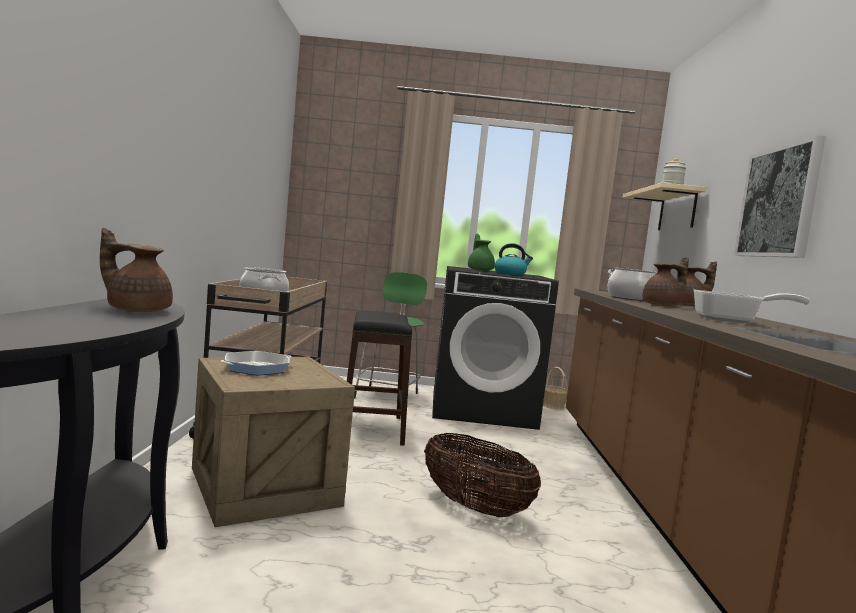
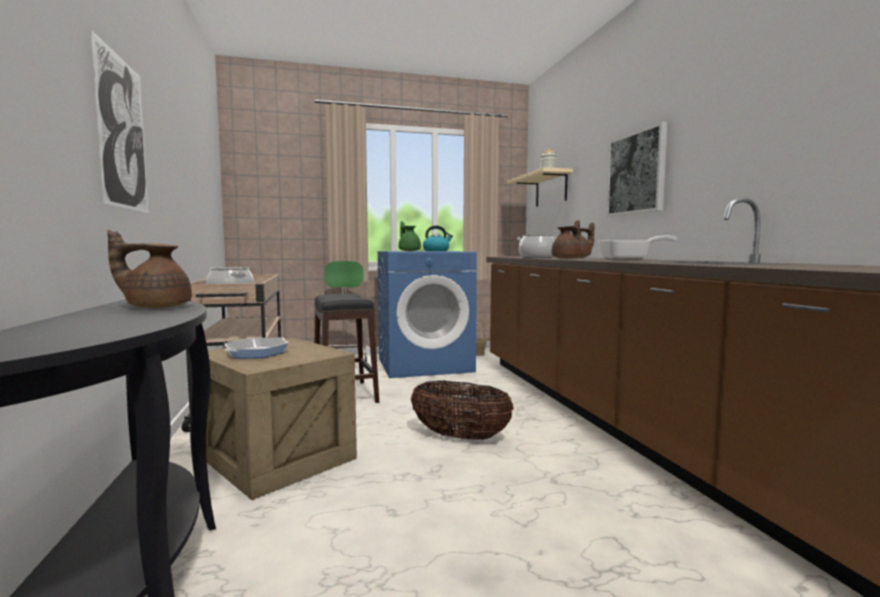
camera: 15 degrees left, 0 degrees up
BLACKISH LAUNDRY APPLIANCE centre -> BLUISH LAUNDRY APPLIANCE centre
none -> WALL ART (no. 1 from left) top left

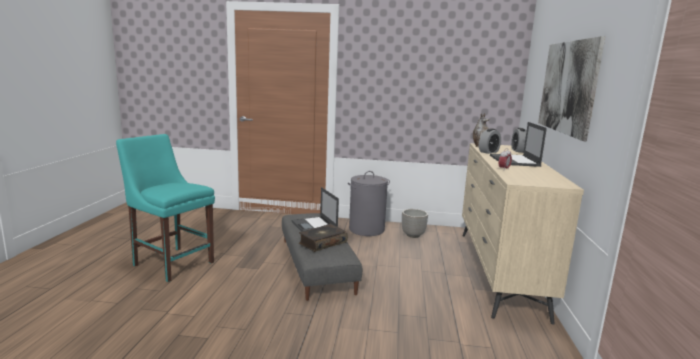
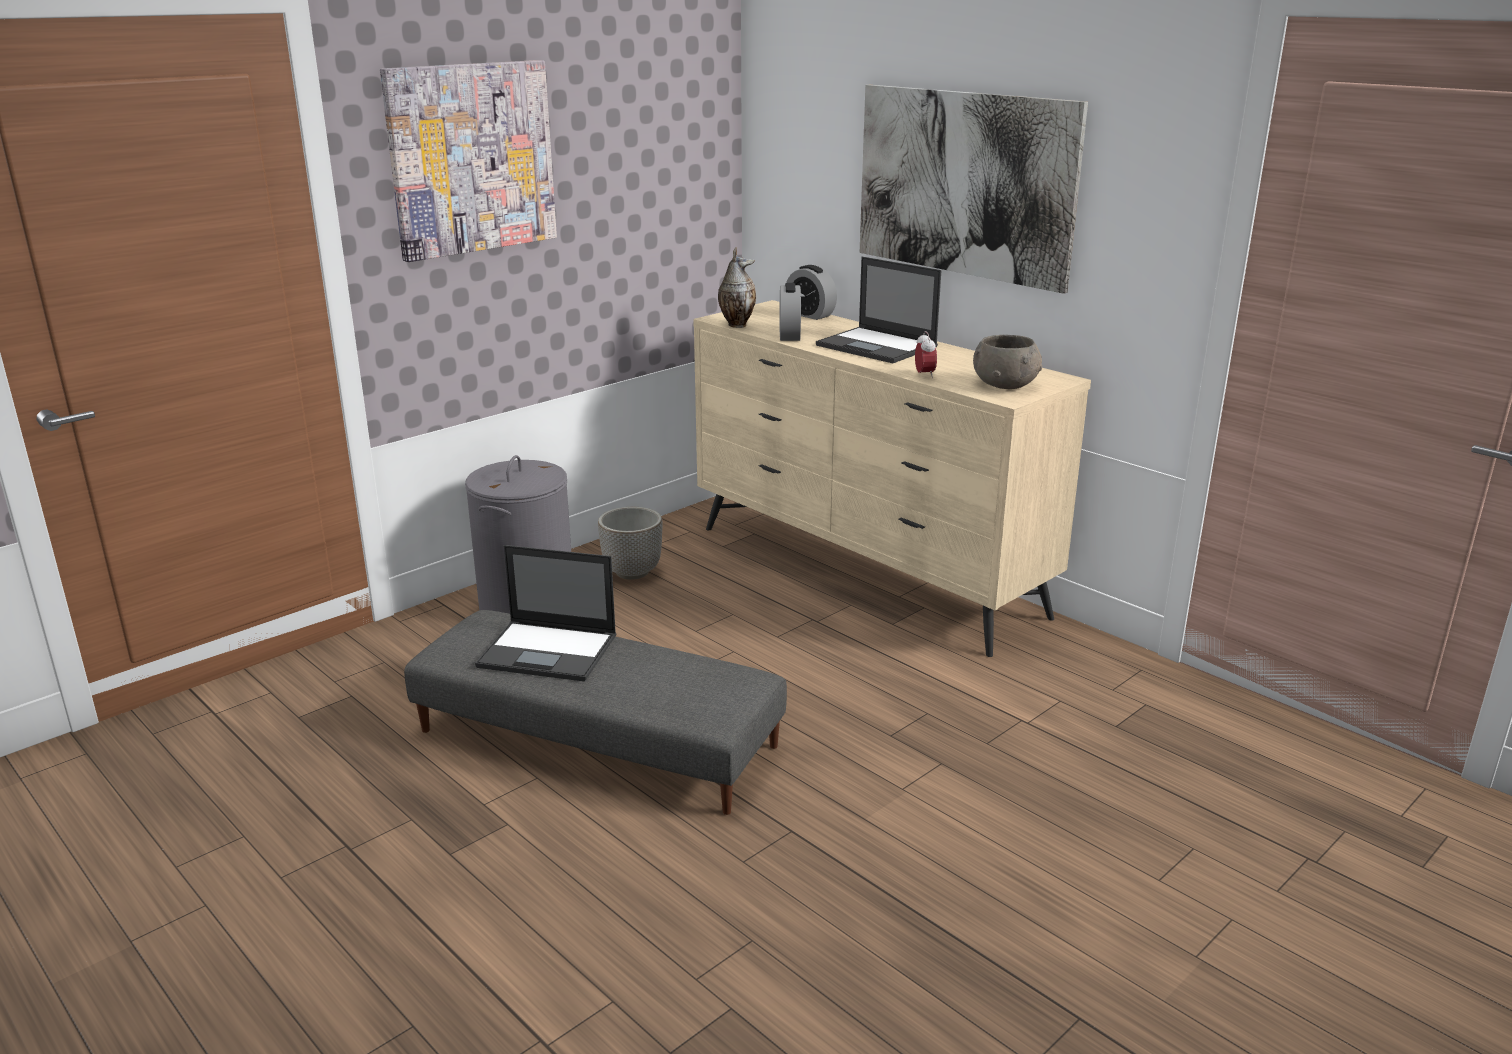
camera: 50 degrees left, 10 degrees up
BLUE-GREEN UPRIGHT CHAIR middle left -> none
BOOK centre -> none
none -> WALL ART (no. 1 from left) top left
none -> GRAY BOWL centre

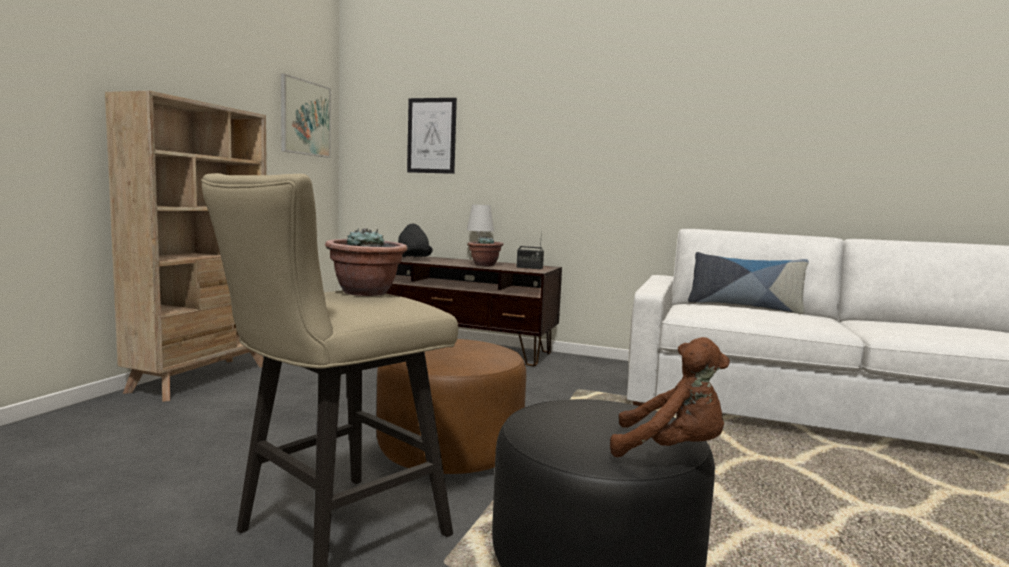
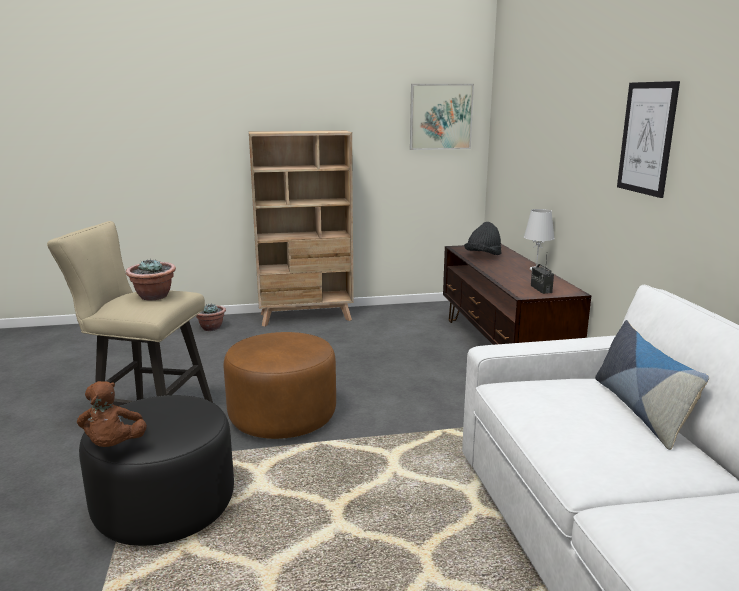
camera: 60 degrees right, 10 degrees up
WALL ART (no. 2 from left) top centre -> WALL ART (no. 2 from left) top right, shifted
HOUSEPLANT (no. 2 from left) centre -> HOUSEPLANT (no. 2 from left) middle left, shifted

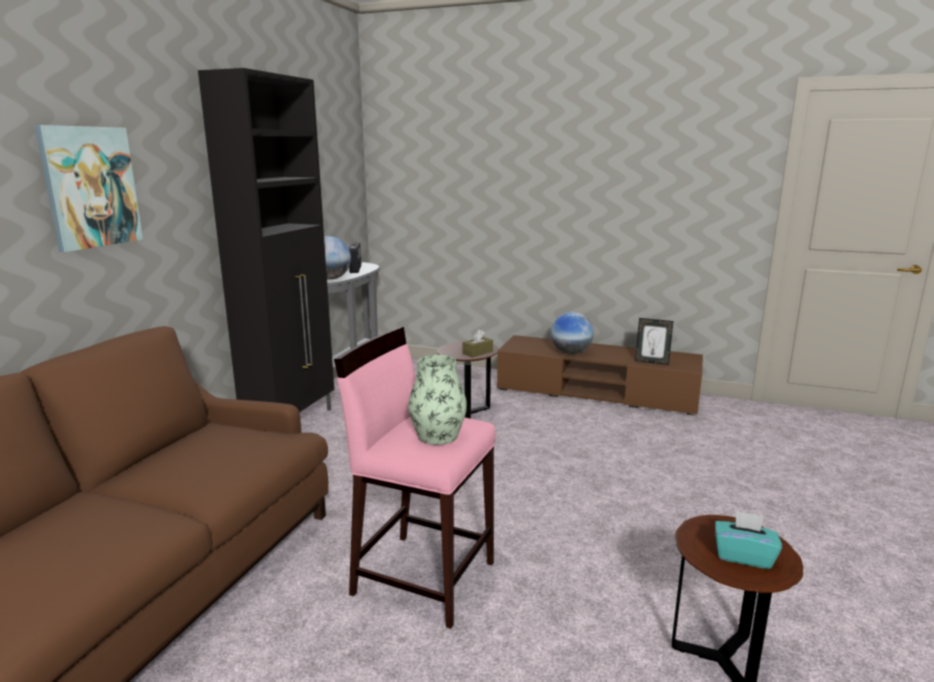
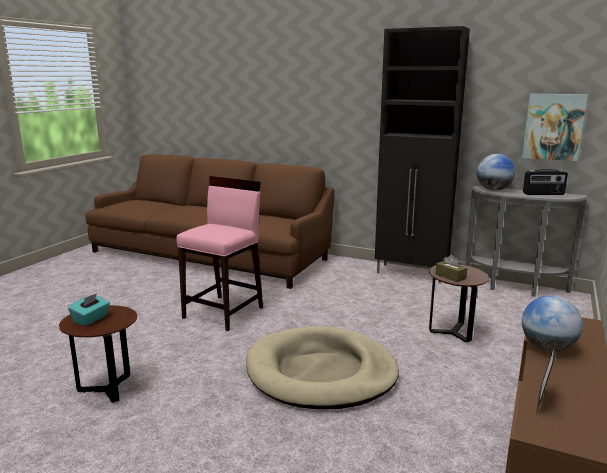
camera: 95 degrees right, 0 degrees up
WALL ART top left -> WALL ART top right, shifted
VASE centre -> none
none -> BEIGE DOG BED bottom centre

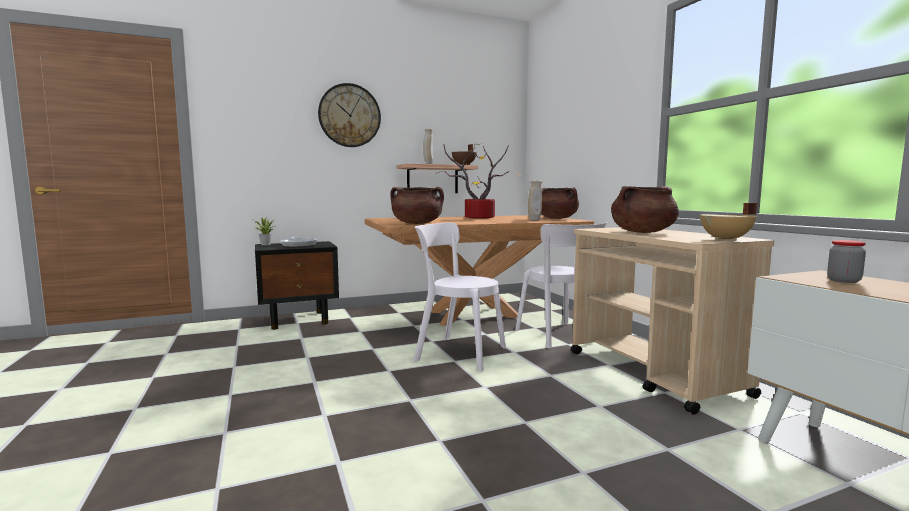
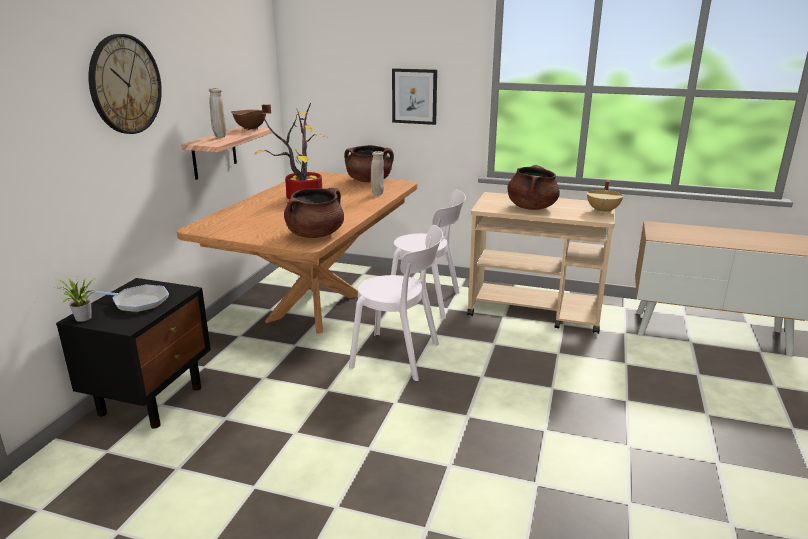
camera: 50 degrees left, 15 degrees up
WHITE-COLOURED UPRIGHT CHAIR (no. 1 from left) centre, 135 degrees counterclockwise
PRESERVE JAR middle right -> none
none -> WALL ART top centre

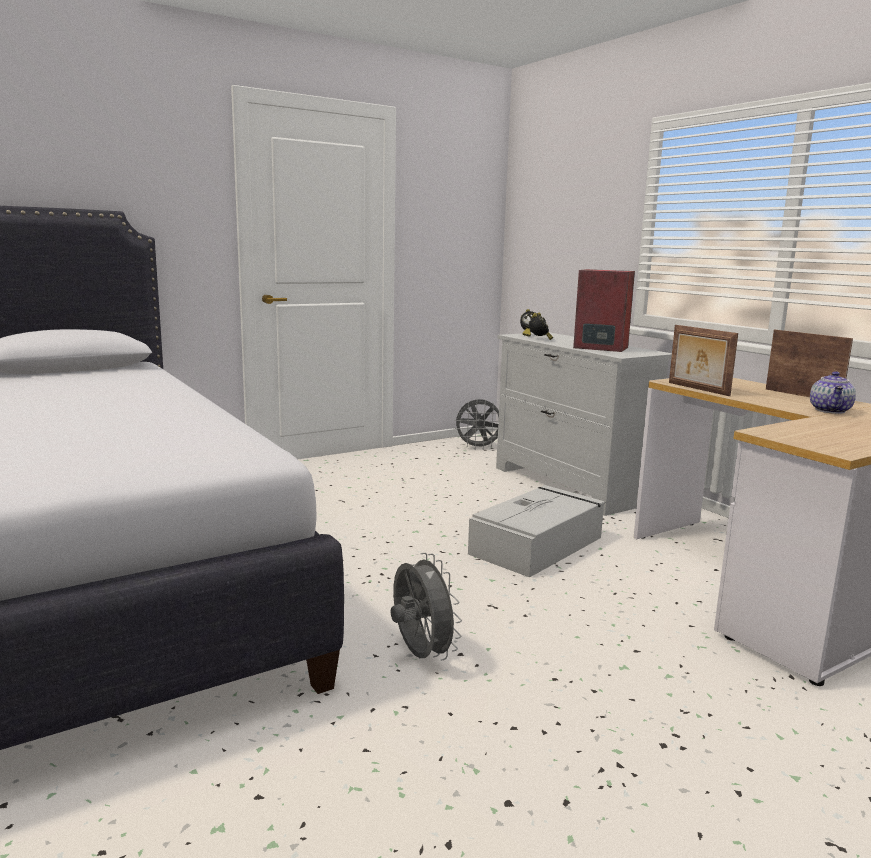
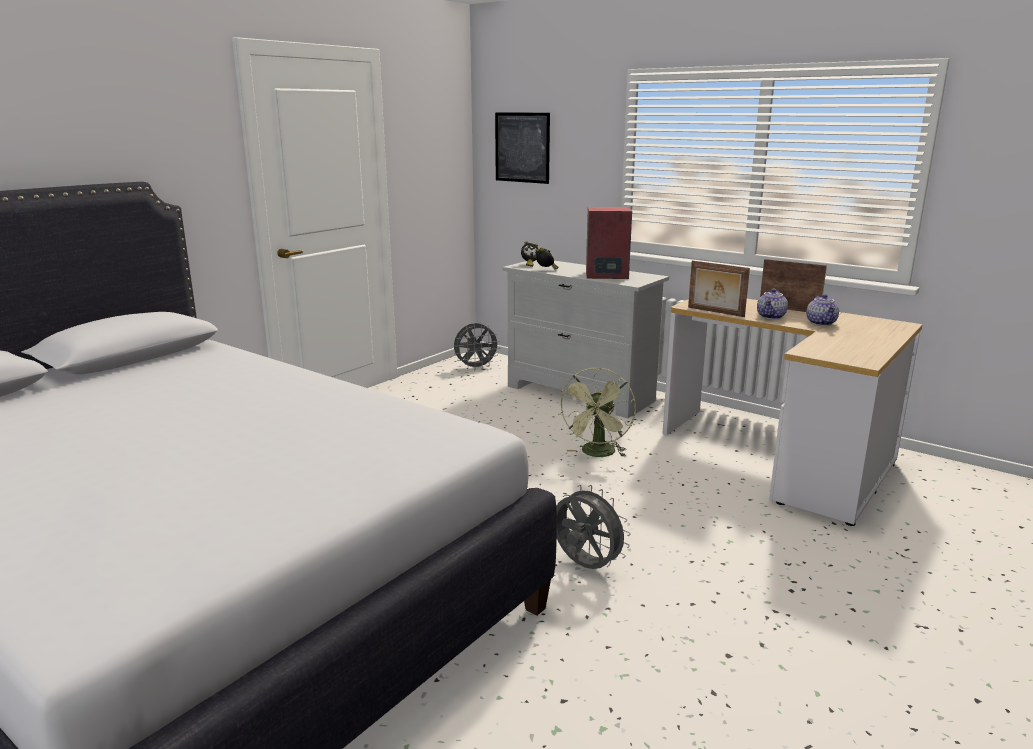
camera: 20 degrees left, 5 degrees up
GRAY STORAGE BOX centre -> GREEN-COLOURED ELECTRIC FAN centre
none -> WALL ART top centre
none -> TEA POT (no. 1 from left) middle right

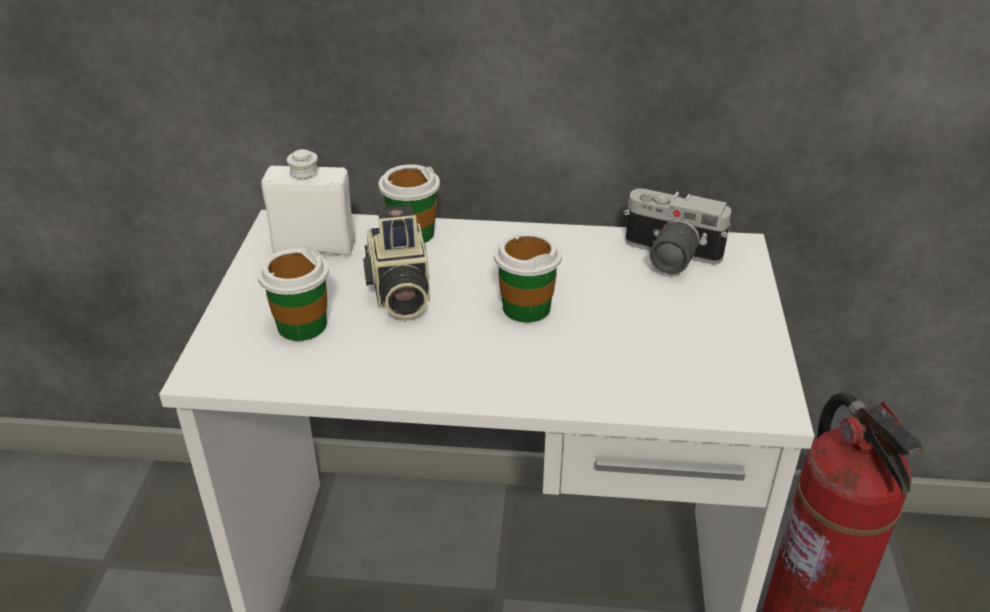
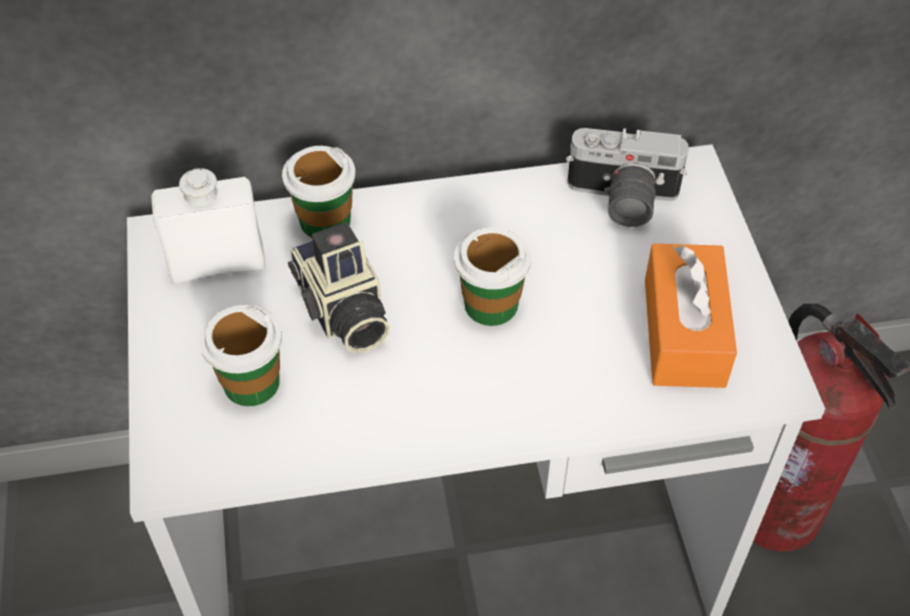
camera: 15 degrees left, 15 degrees up
none -> ORANGE-COLOURED BOX OF TISSUES middle right

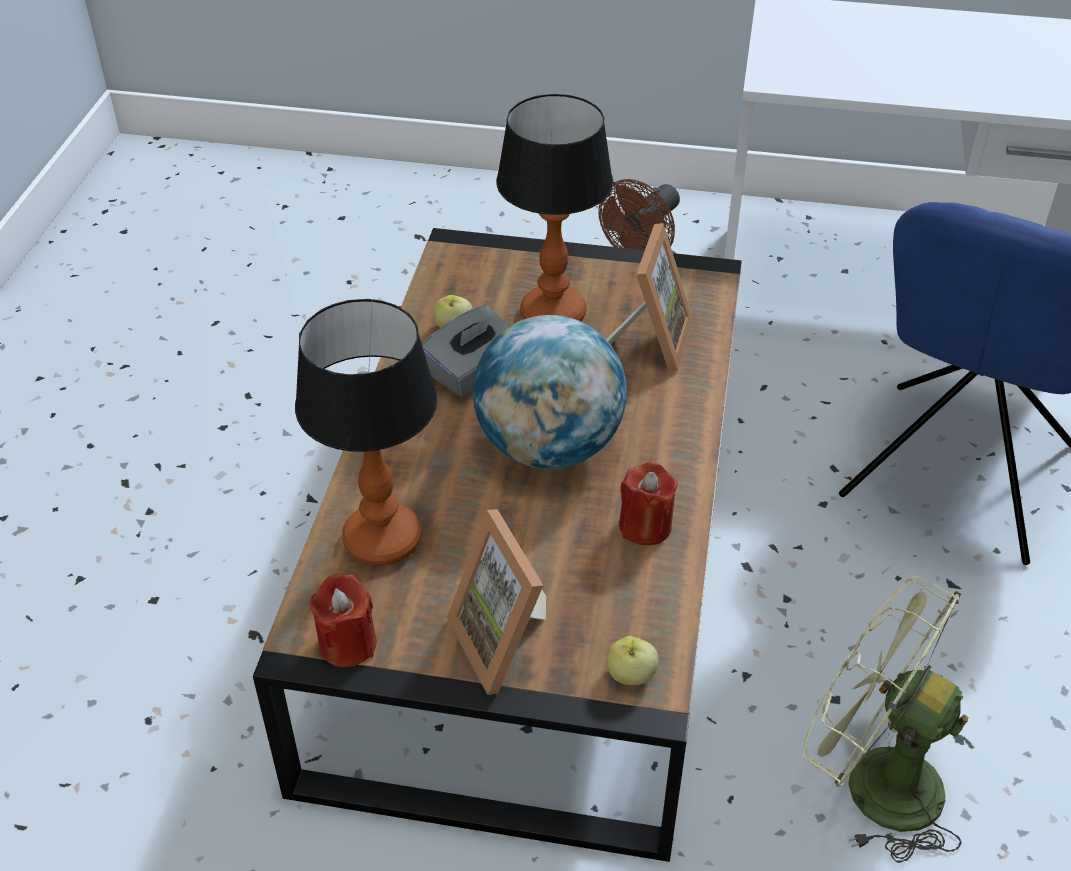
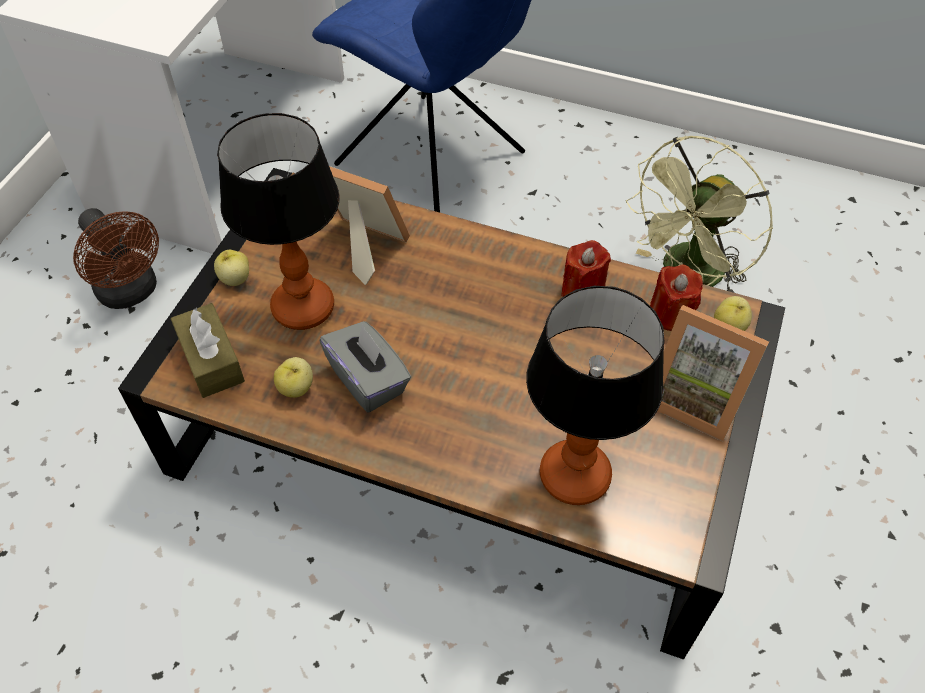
camera: 80 degrees left, 10 degrees up
RED-COLOURED WAX CANDLE (no. 1 from left in the first image) bottom left -> RED-COLOURED WAX CANDLE (no. 2 from left) middle right, shifted
STANDING FRAME (no. 1 from left in the first image) bottom centre -> STANDING FRAME (no. 2 from left) middle right, 45 degrees clockwise
WORLD GLOBE centre -> none
none -> BROWNISH BOX OF TISSUES middle left
none -> APPLE (no. 1 from left) middle left

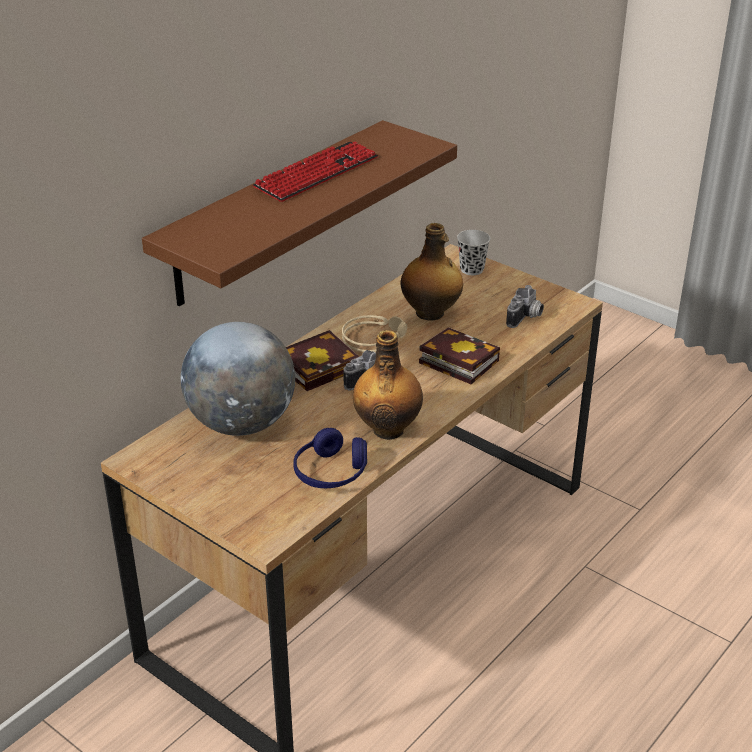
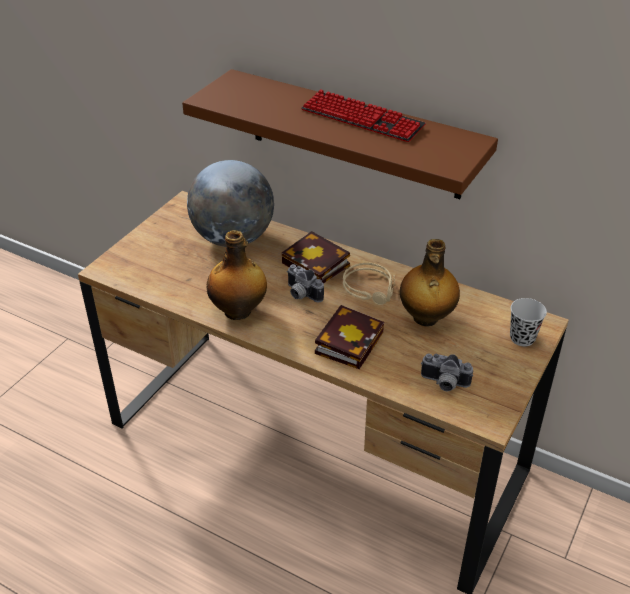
camera: 80 degrees right, 5 degrees up
BLUISH HEADSET centre -> none

